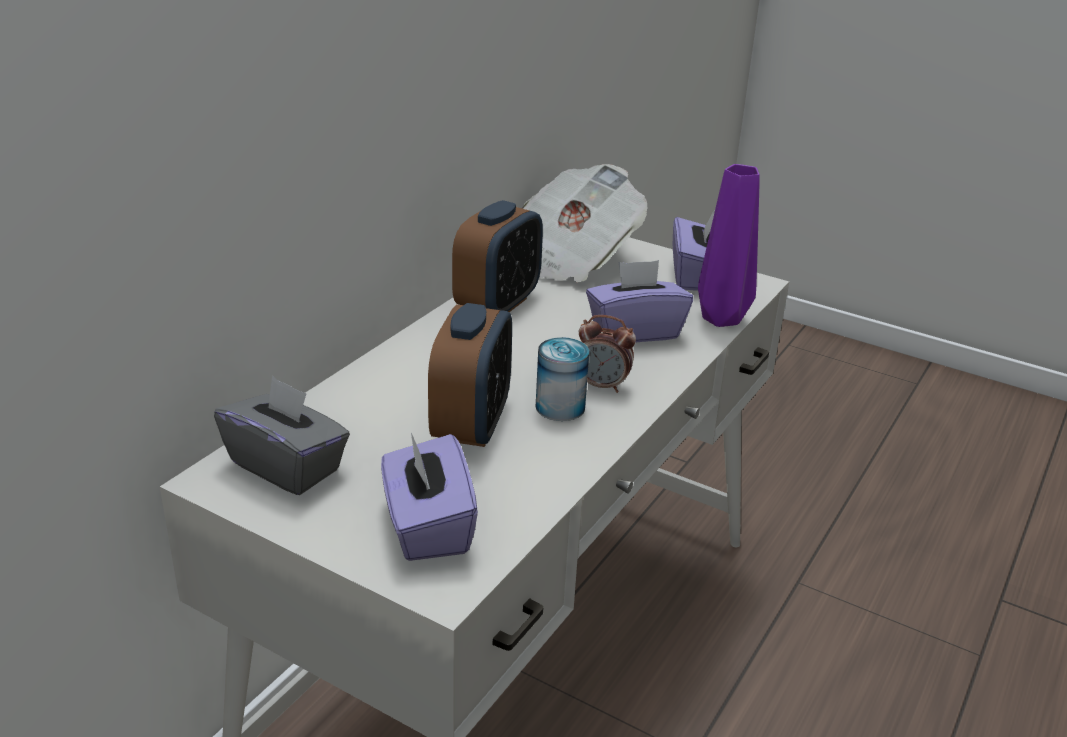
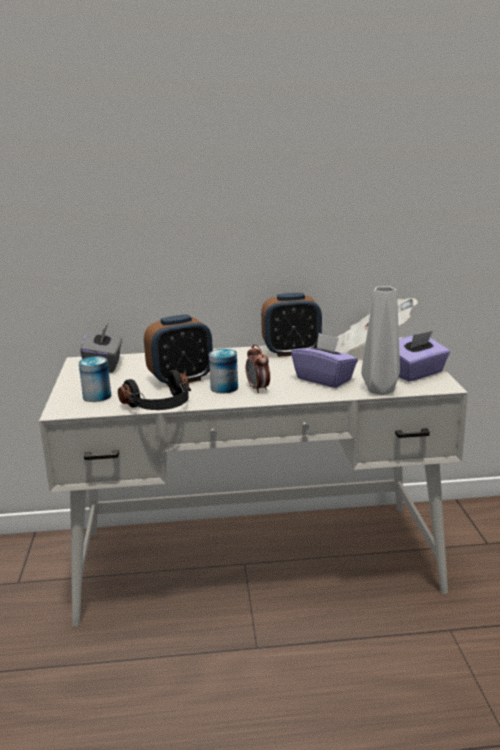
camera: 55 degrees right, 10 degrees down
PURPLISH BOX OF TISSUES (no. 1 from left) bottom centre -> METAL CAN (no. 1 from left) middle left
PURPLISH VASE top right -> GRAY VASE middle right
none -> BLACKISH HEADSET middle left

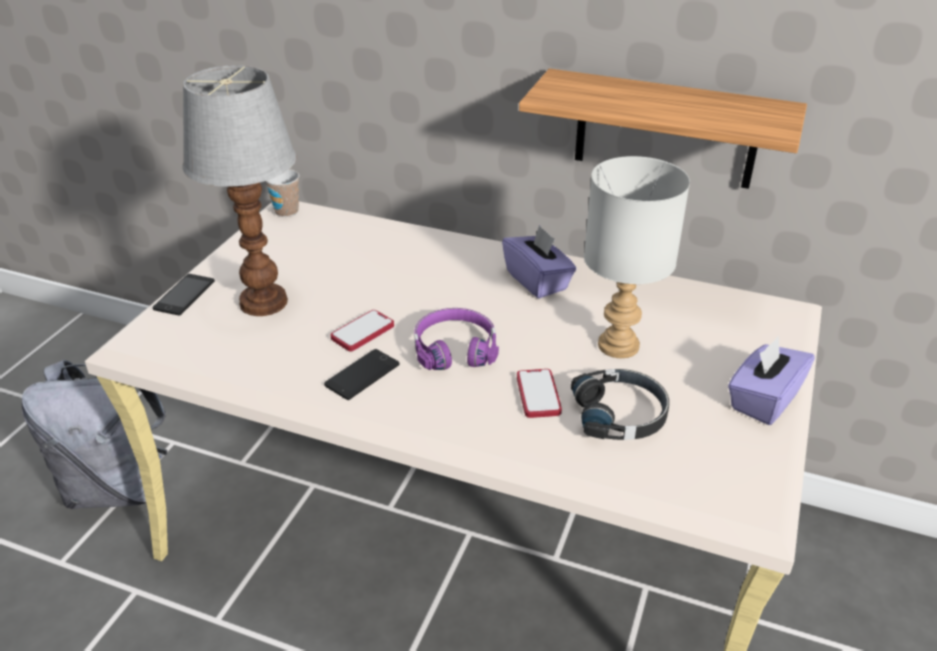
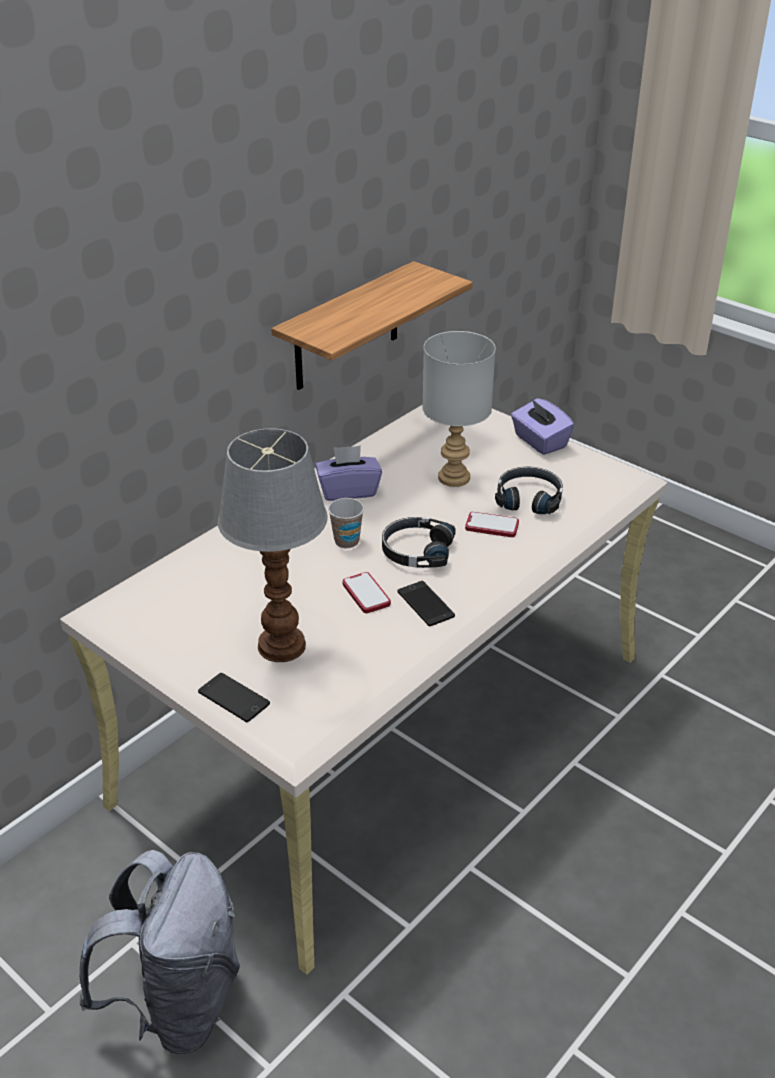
camera: 70 degrees left, 0 degrees up
DRINKING CUP top left -> DRINKING CUP centre, shifted
PURPLISH HEADSET centre -> BLACKISH HEADSET (no. 1 from left) centre

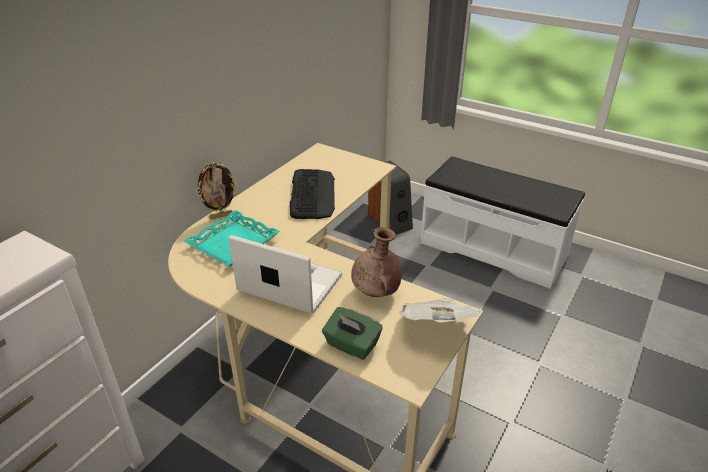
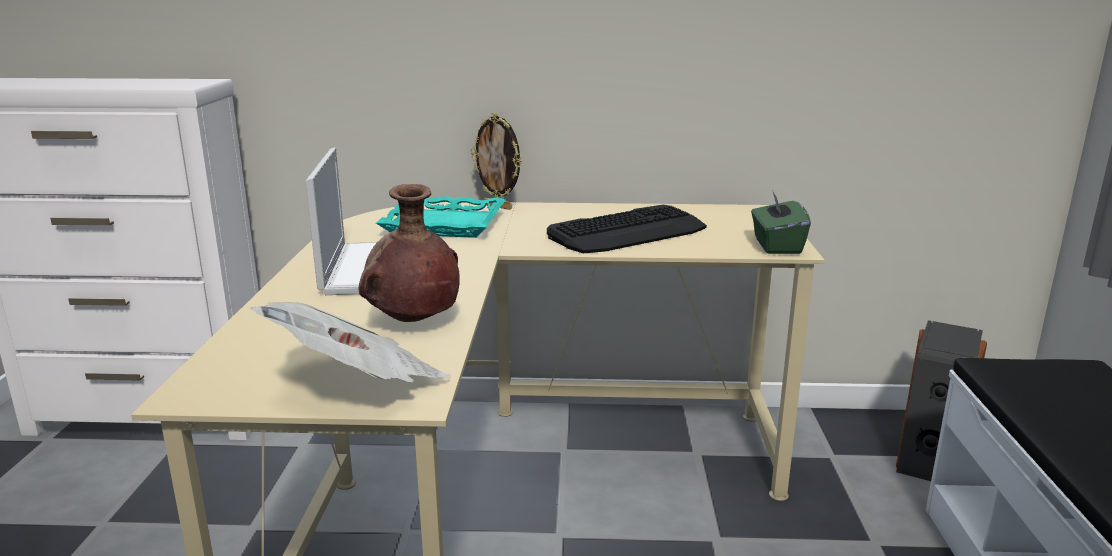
camera: 60 degrees right, 15 degrees down
GREEN-COLOURED BOX OF TISSUES bottom centre -> GREEN-COLOURED BOX OF TISSUES middle right, shifted

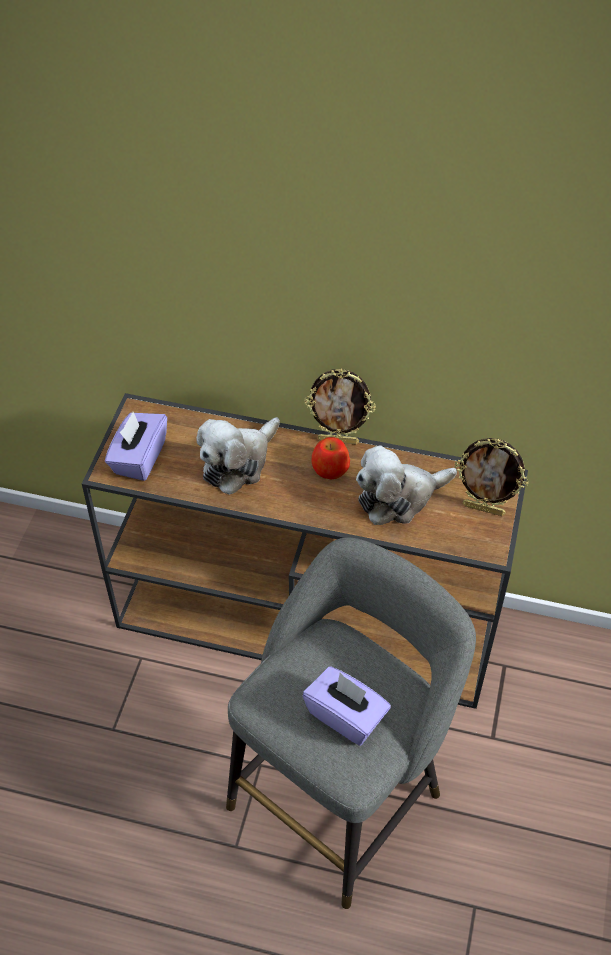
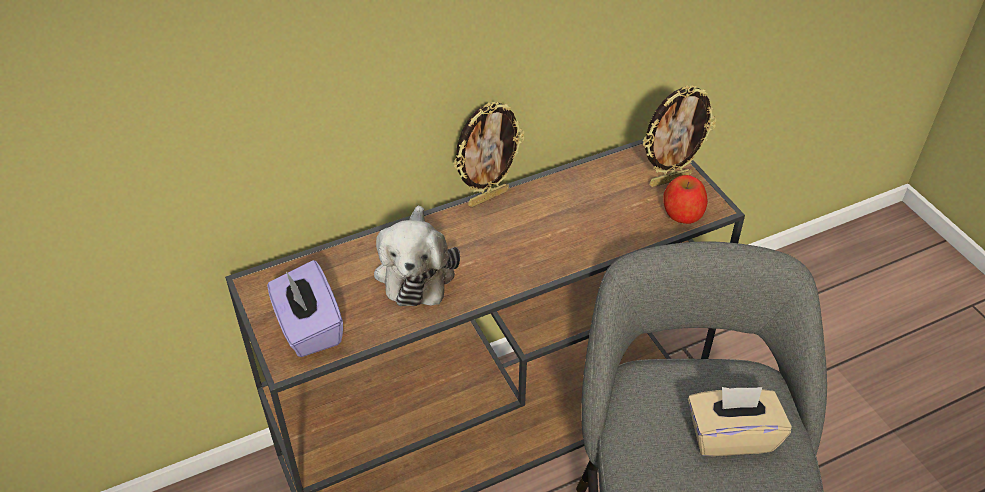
camera: 40 degrees left, 5 degrees down
PURPLISH BOX OF TISSUES (no. 2 from left) bottom centre -> BEIGE BOX OF TISSUES bottom right
APPLE centre -> APPLE middle right, shifted
SOFT TOY (no. 2 from left) centre -> none

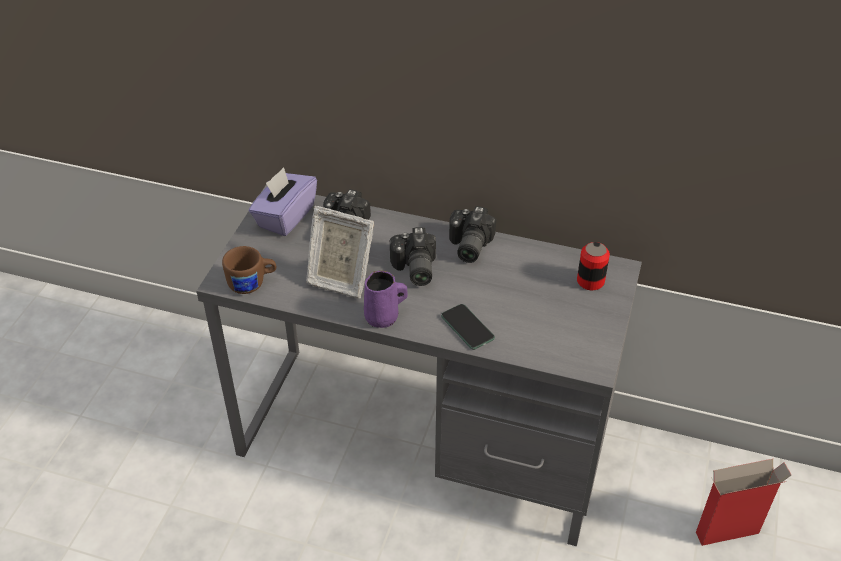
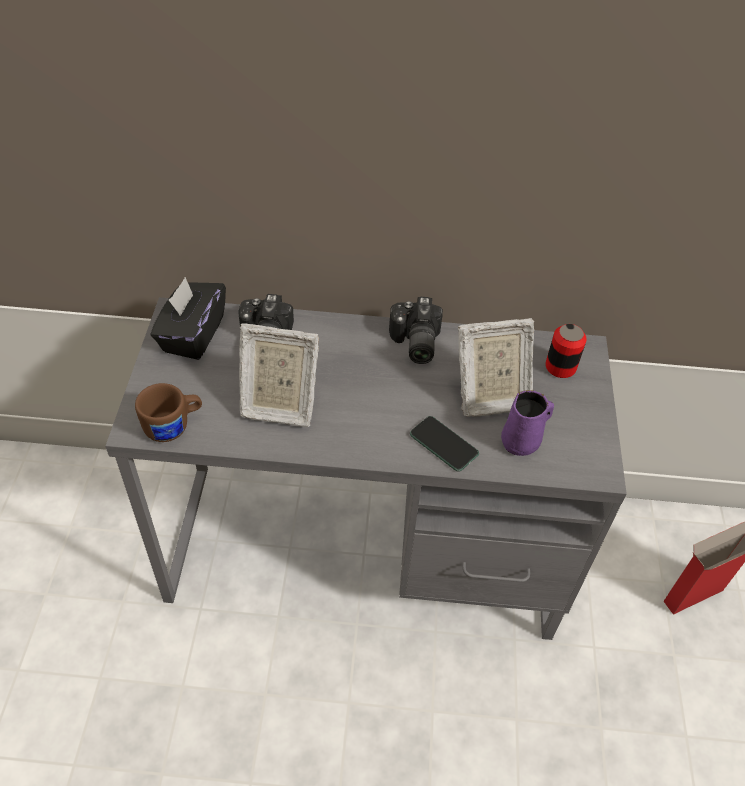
camera: 15 degrees left, 5 degrees up
PURPLISH BOX OF TISSUES centre -> BLACKISH BOX OF TISSUES middle left
PURPLISH TEA MUG centre -> PURPLISH TEA MUG middle right, shifted
STILL CAMERA (no. 2 from left) centre -> none
none -> STANDING FRAME (no. 2 from left) centre

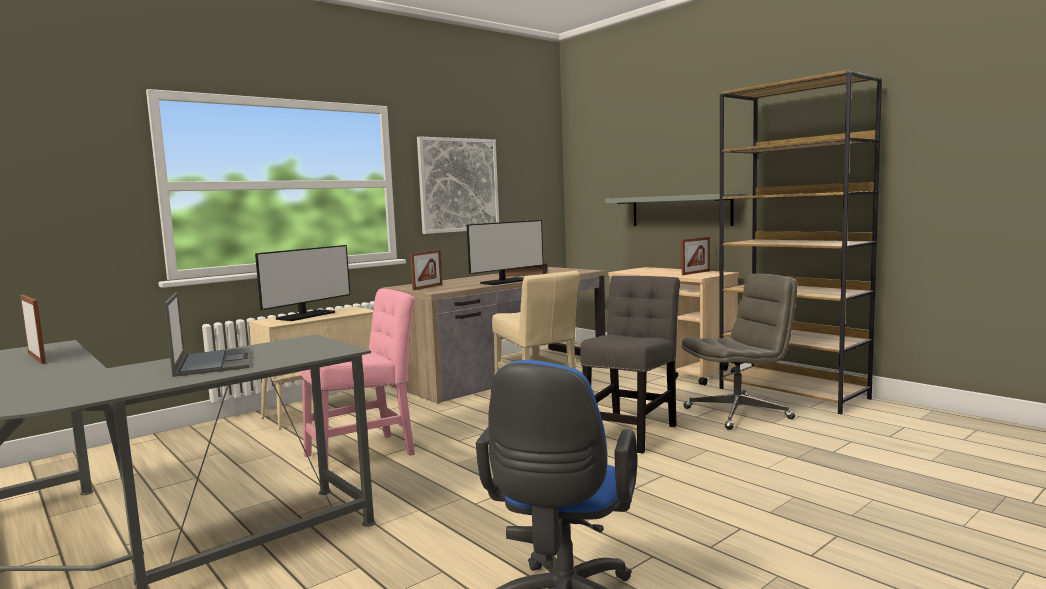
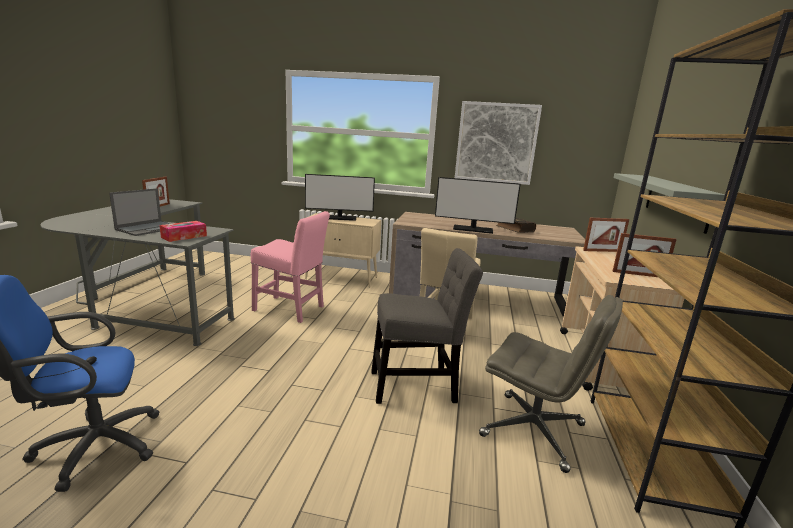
camera: 50 degrees right, 10 degrees up
STANDING FRAME (no. 2 from left) centre -> STANDING FRAME (no. 2 from left) middle right, shifted
none -> BOX OF TISSUES middle left

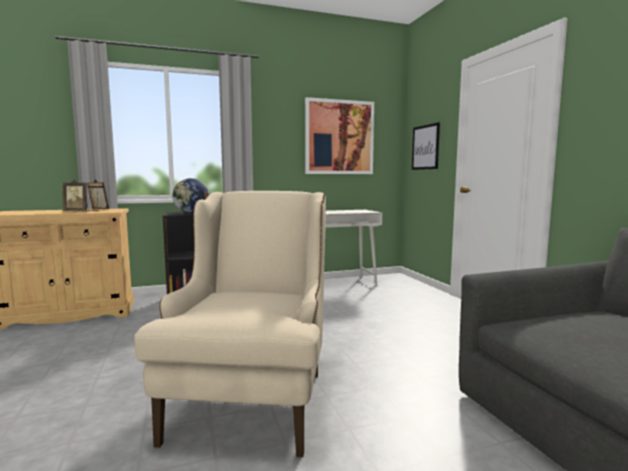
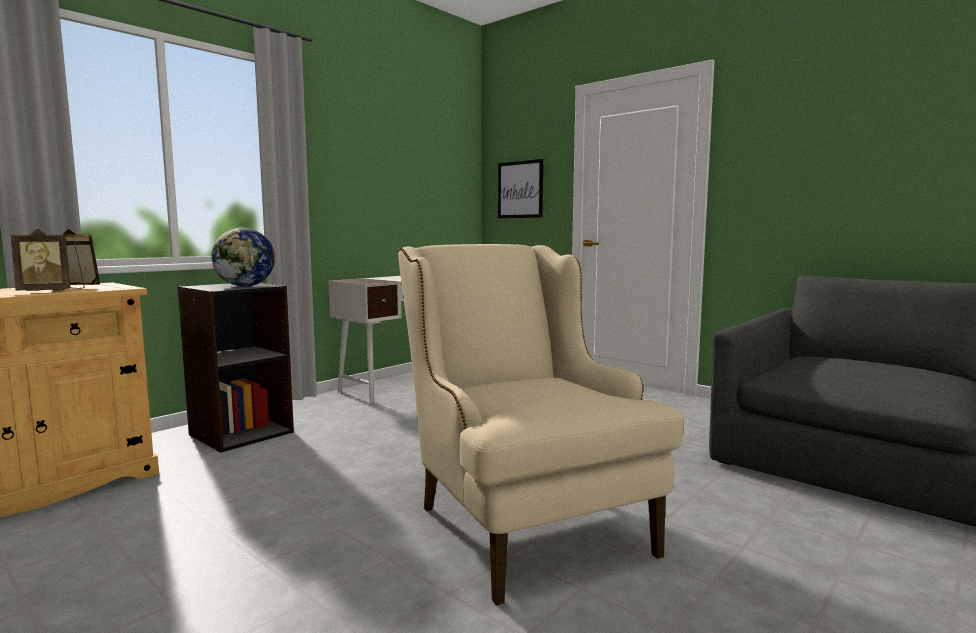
camera: 30 degrees left, 0 degrees up
WALL ART (no. 1 from left) top centre -> none

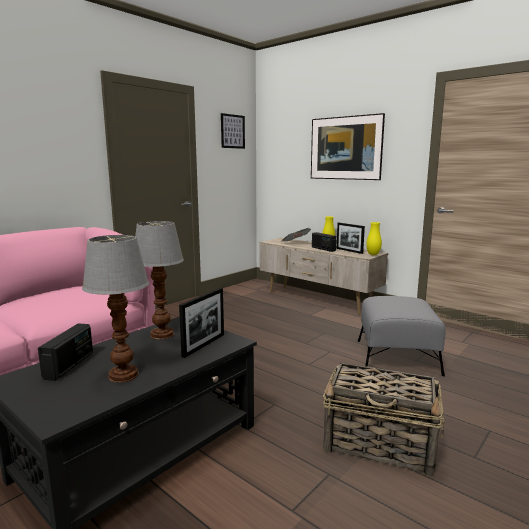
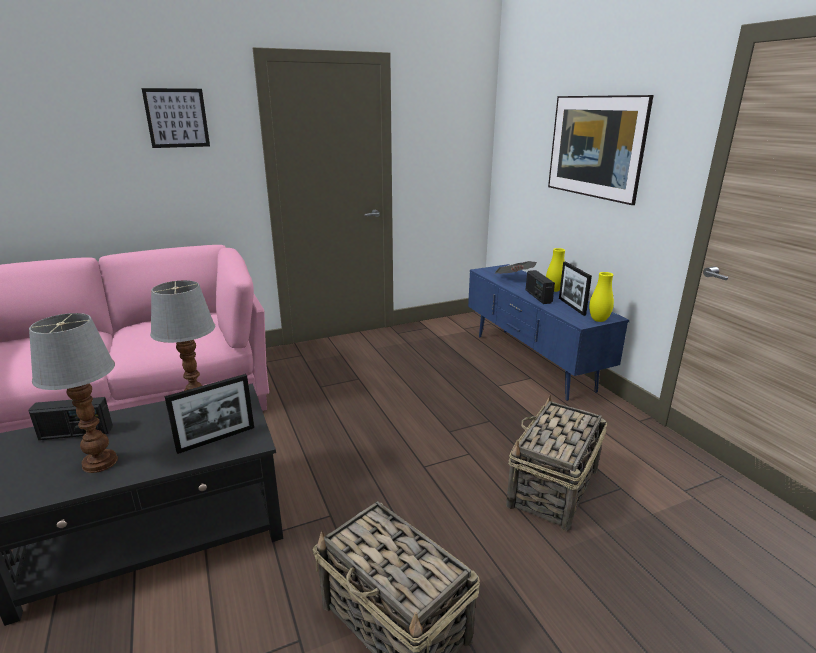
camera: 25 degrees right, 10 degrees up
RADIO RECEIVER (no. 1 from left) middle left, 45 degrees clockwise
WALL ART (no. 1 from left) top centre -> WALL ART (no. 1 from left) top left, shifted
BEIGE TV UNIT centre -> BLUISH TV UNIT middle right
GRAY FOOTREST middle right -> HOUSEHOLD BASKET (no. 2 from left) bottom right

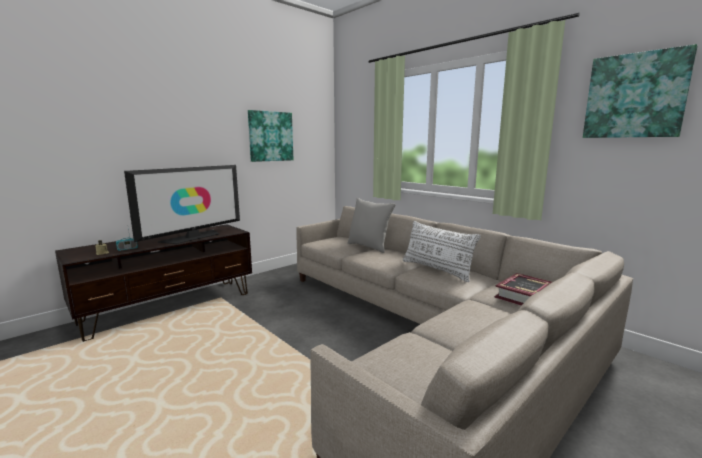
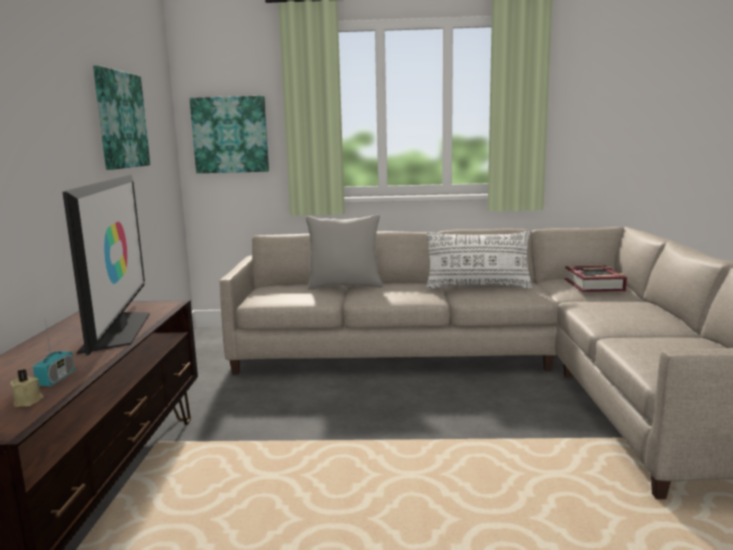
camera: 45 degrees left, 0 degrees up
WALL ART (no. 2 from left) top right -> WALL ART (no. 2 from left) top left, shifted

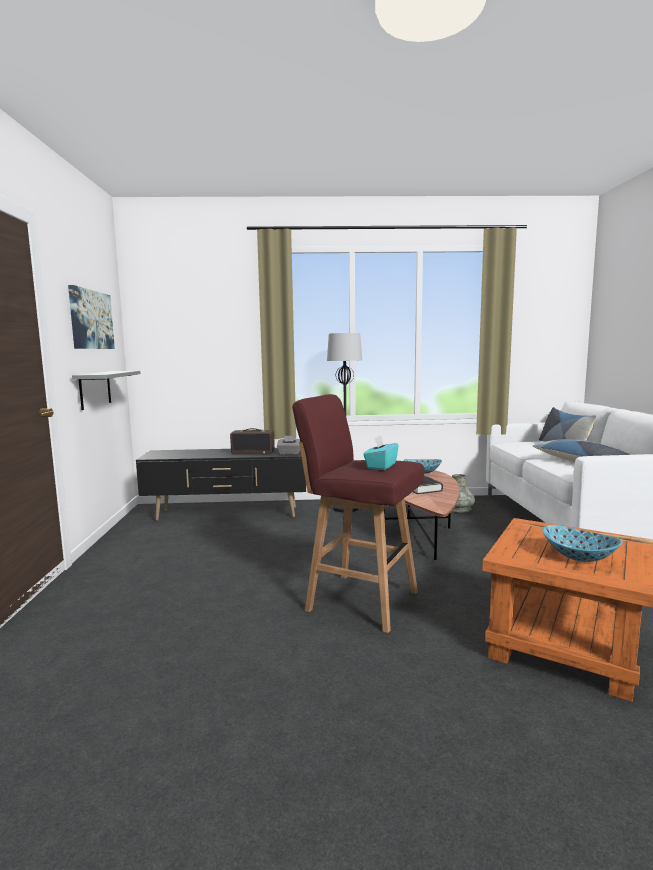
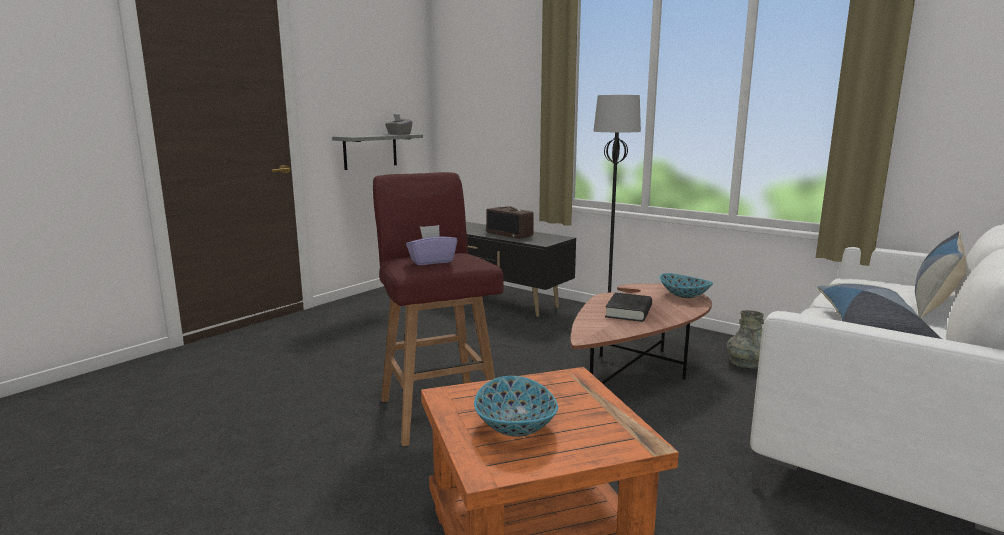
camera: 40 degrees right, 5 degrees up
WALL ART middle left -> none
GRAY BOX OF TISSUES centre -> GRAY BOX OF TISSUES top centre, shifted
BLUE-GREEN BOX OF TISSUES centre -> PURPLISH BOX OF TISSUES centre

